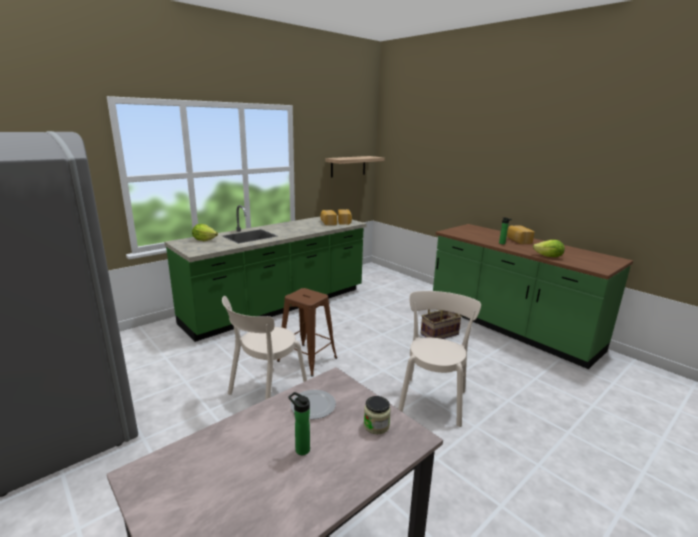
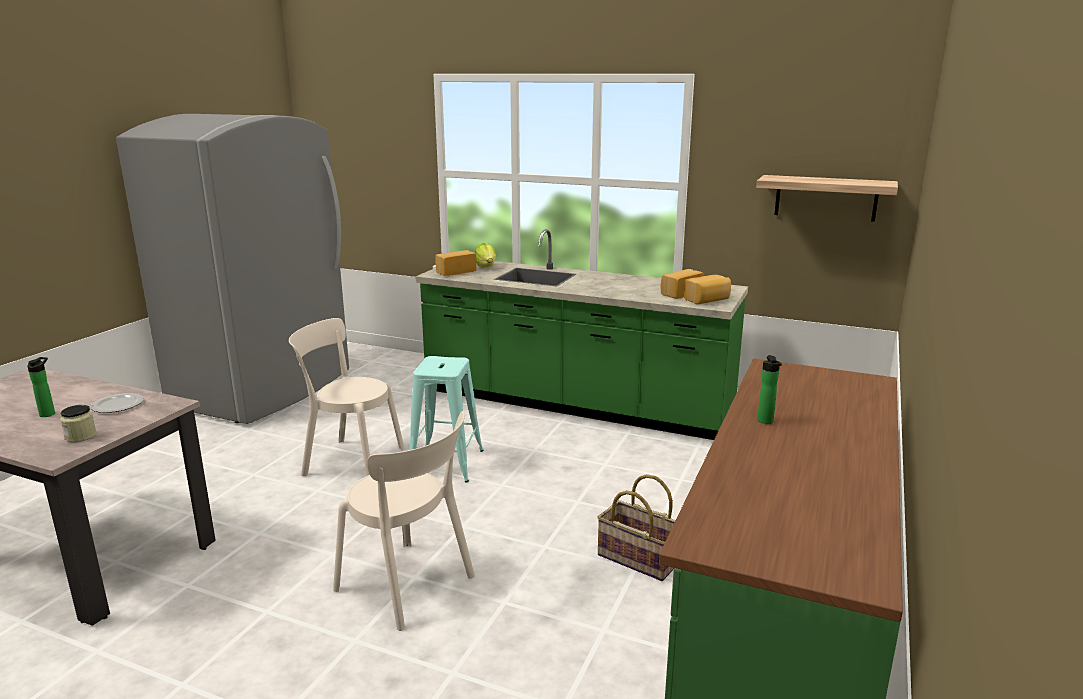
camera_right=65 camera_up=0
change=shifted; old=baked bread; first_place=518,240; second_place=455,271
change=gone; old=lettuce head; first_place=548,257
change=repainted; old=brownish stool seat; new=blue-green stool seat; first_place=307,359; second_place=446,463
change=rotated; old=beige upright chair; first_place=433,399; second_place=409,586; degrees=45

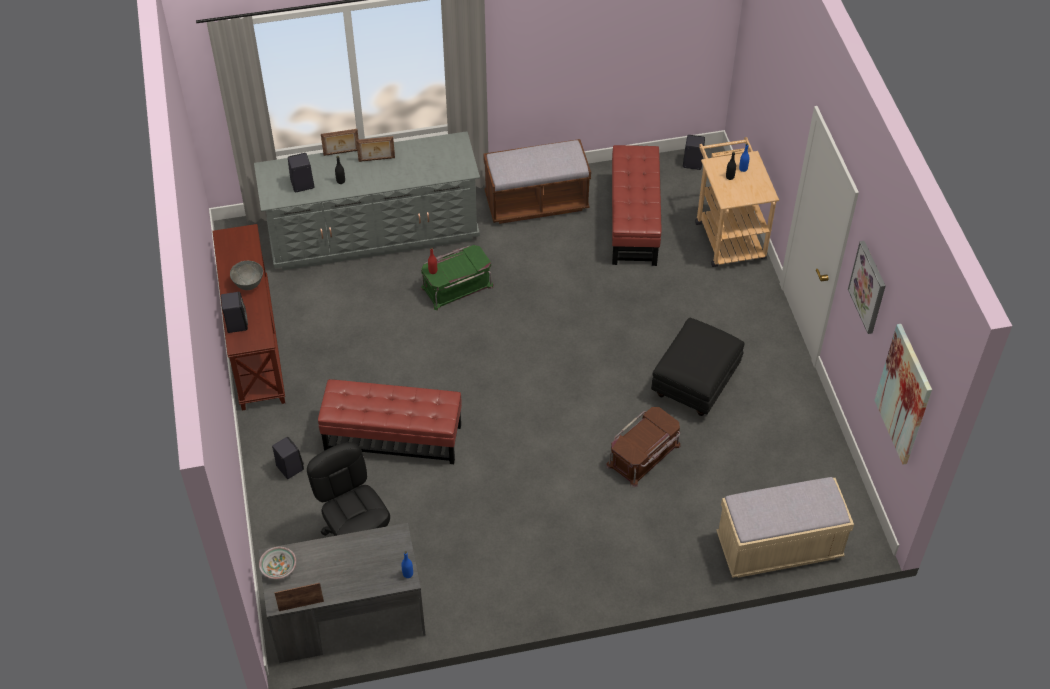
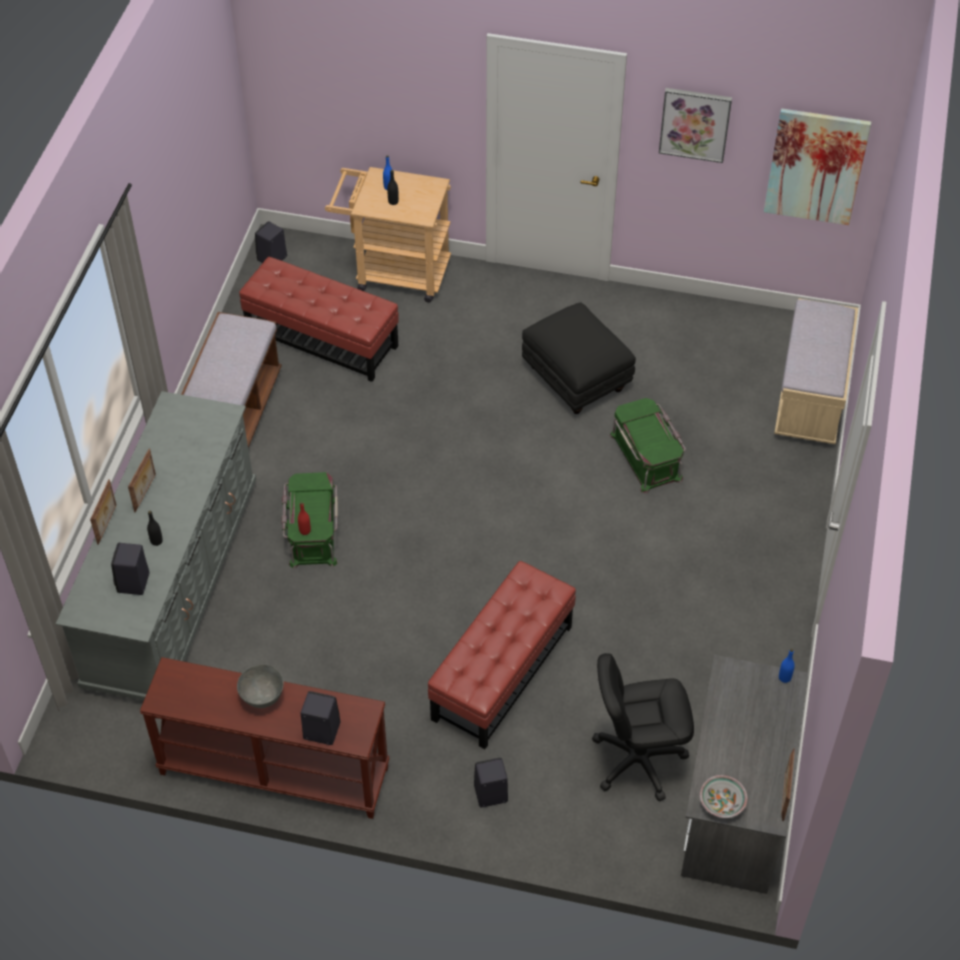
camera_right=-65 camera_up=0
change=repainted; old=brownish storage box; new=green-coloured storage box; first_place=644,456; second_place=647,456

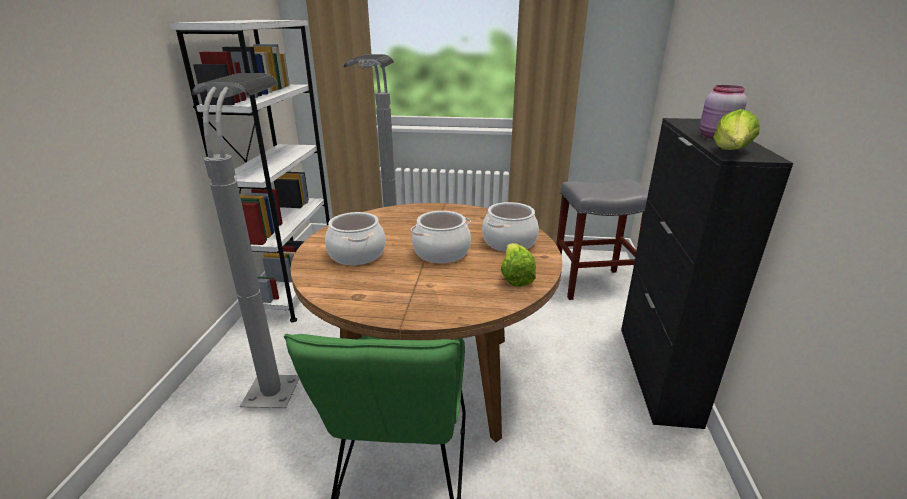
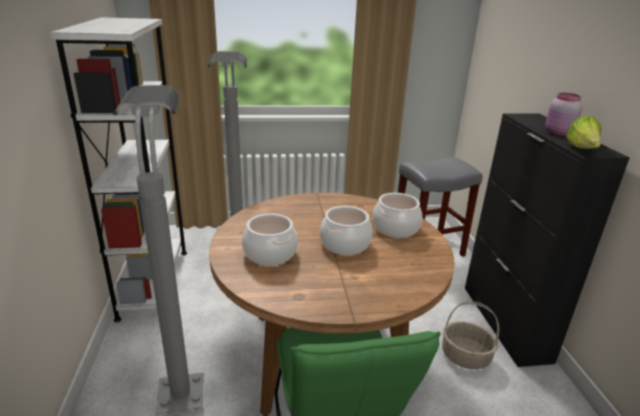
camera_right=-15 camera_up=0
change=gone; old=lettuce head; first_place=515,277
change=new; new=basket; second_place=466,356

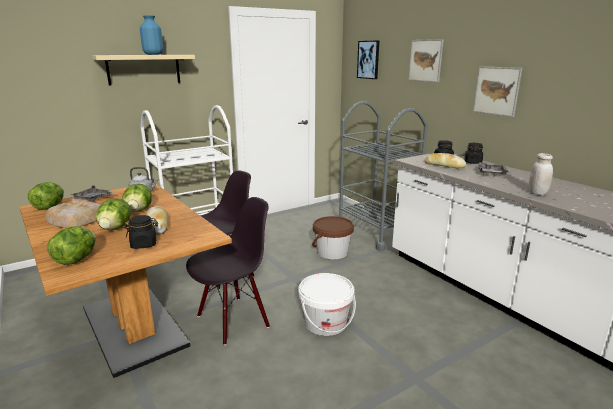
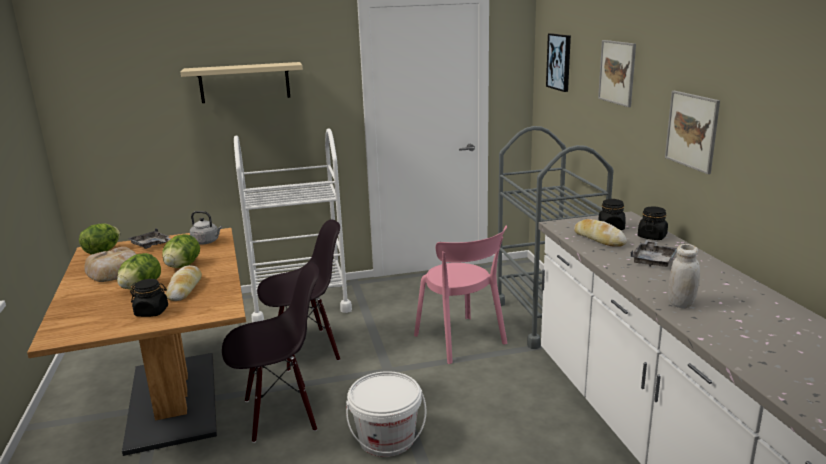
camera_right=20 camera_up=0
change=gone; old=bluish flower vase; first_place=153,54
change=swapped; old=brownish pail; new=pink upright chair; first_place=332,252; second_place=462,341
change=gone; old=lettuce head; first_place=76,259

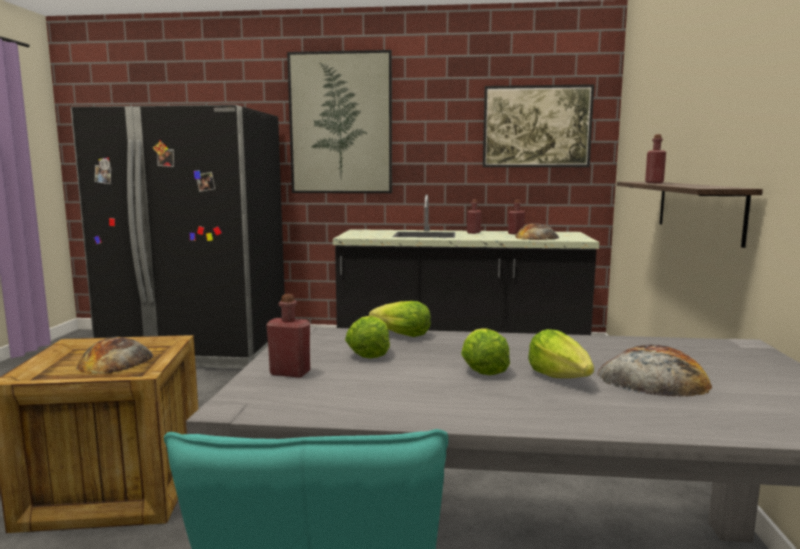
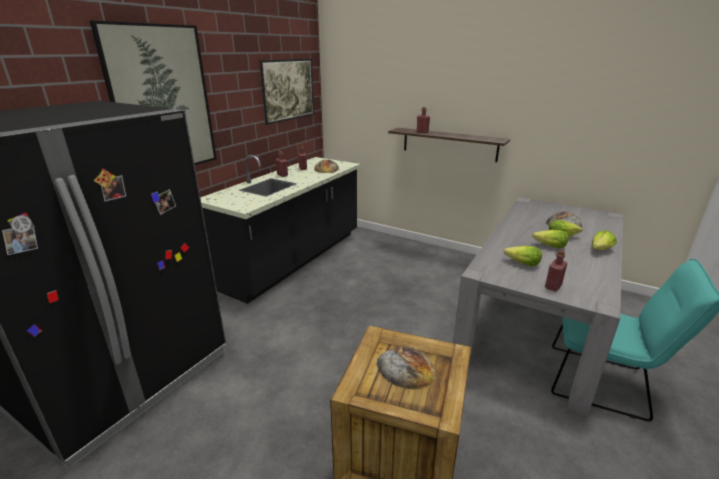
camera_right=-65 camera_up=15
change=shifted; old=lettuce head; first_place=401,335; second_place=600,250

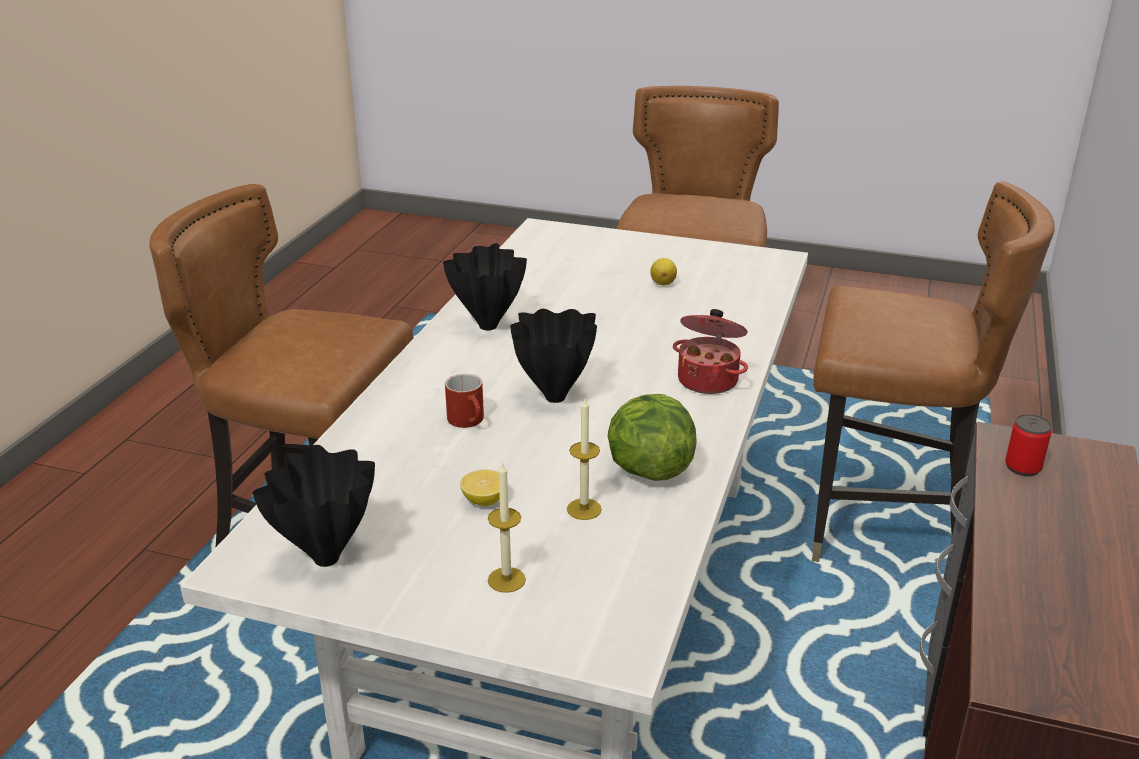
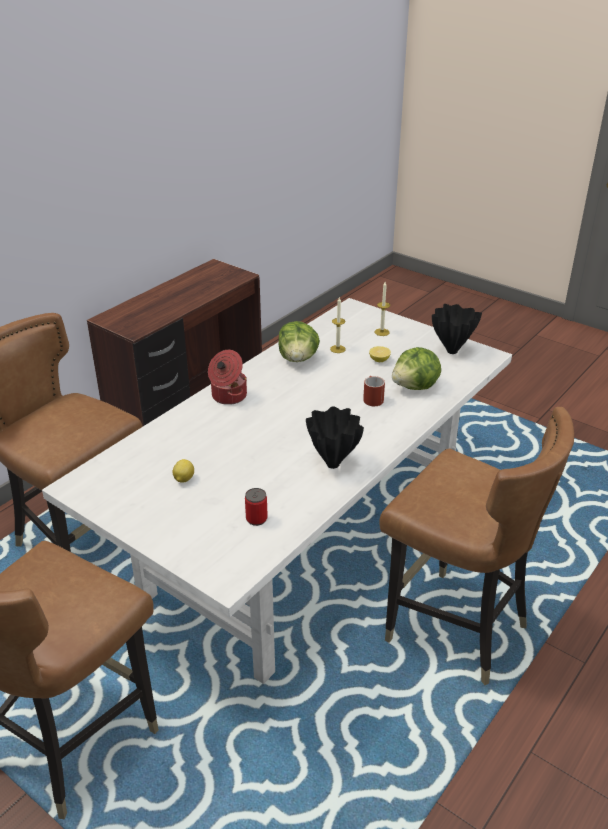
camera_right=-160 camera_up=5
change=gone; old=black flower vase; first_place=553,398
change=shifted; old=sealed can; first_place=1022,467; second_place=256,519
change=new; new=lettuce head; second_place=415,387

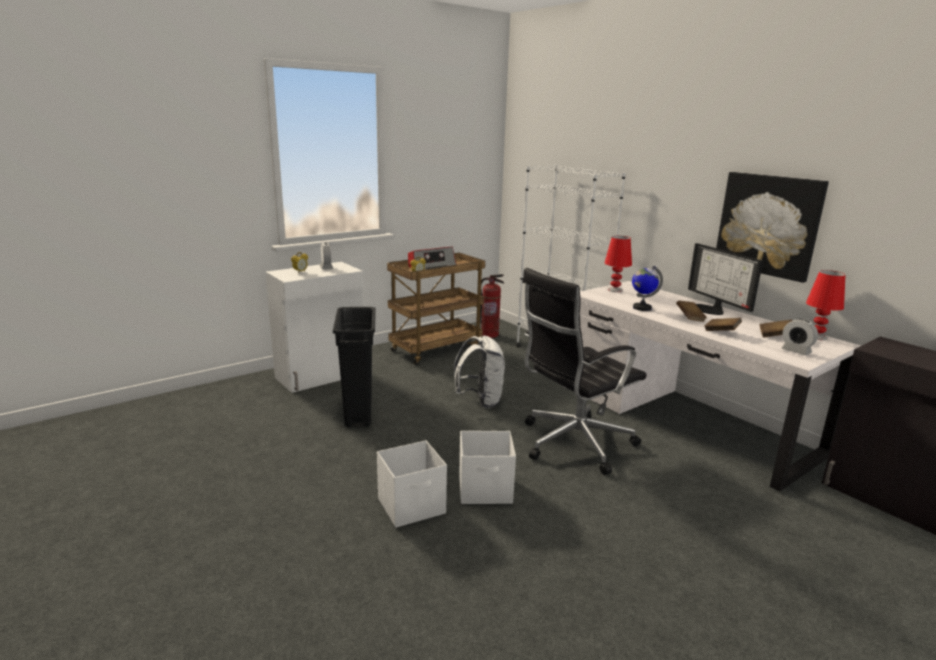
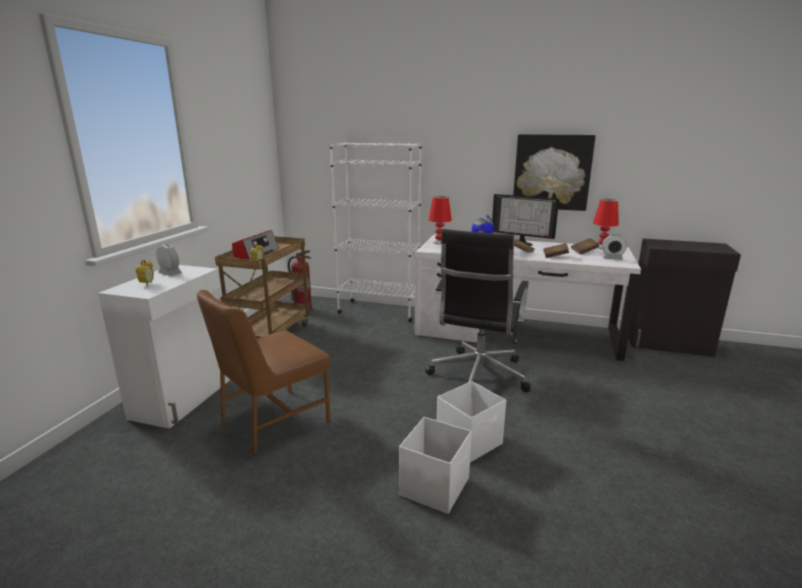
camera_right=-35 camera_up=0
change=swapped; old=black rubbish bin; new=brownish upright chair; first_place=358,413; second_place=273,421
change=gone; old=white backpack; first_place=480,401

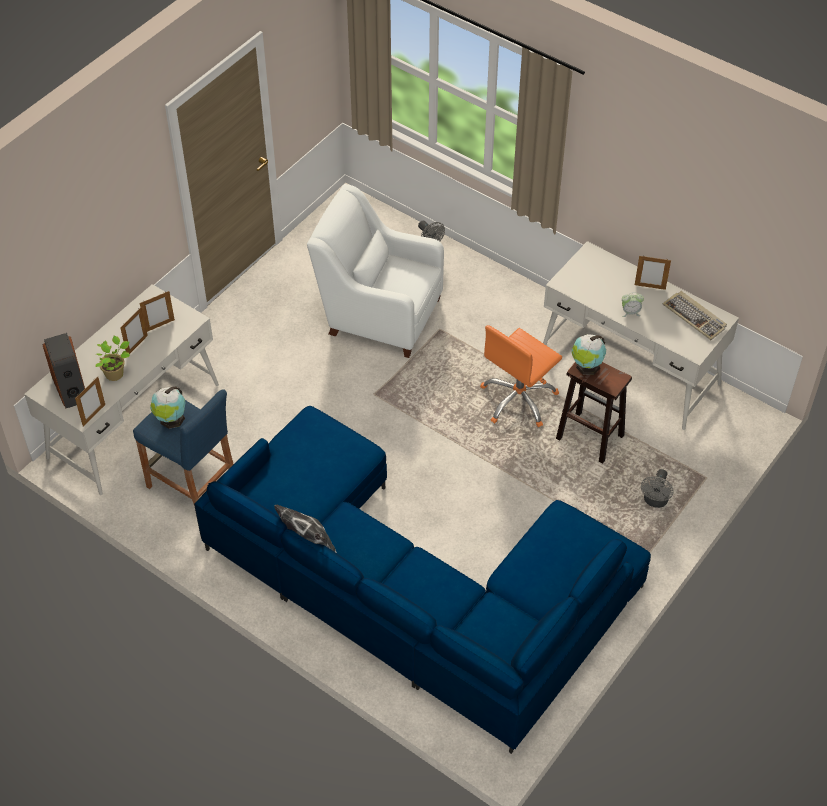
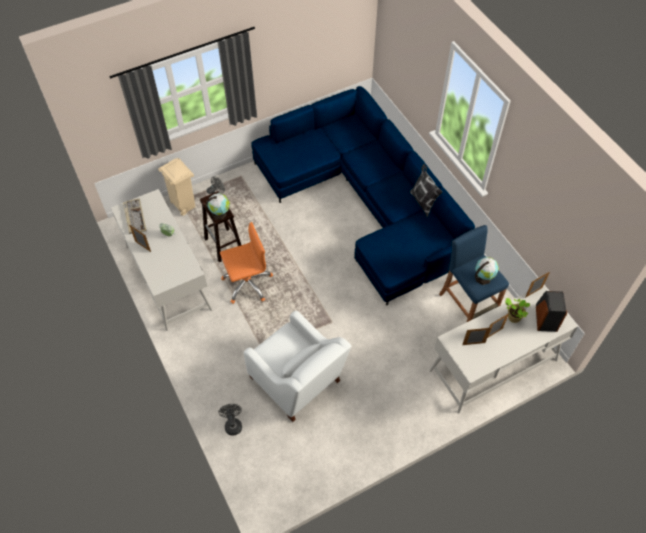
camera_right=-155 camera_up=5
change=new; new=beige rubbish bin; second_place=183,205

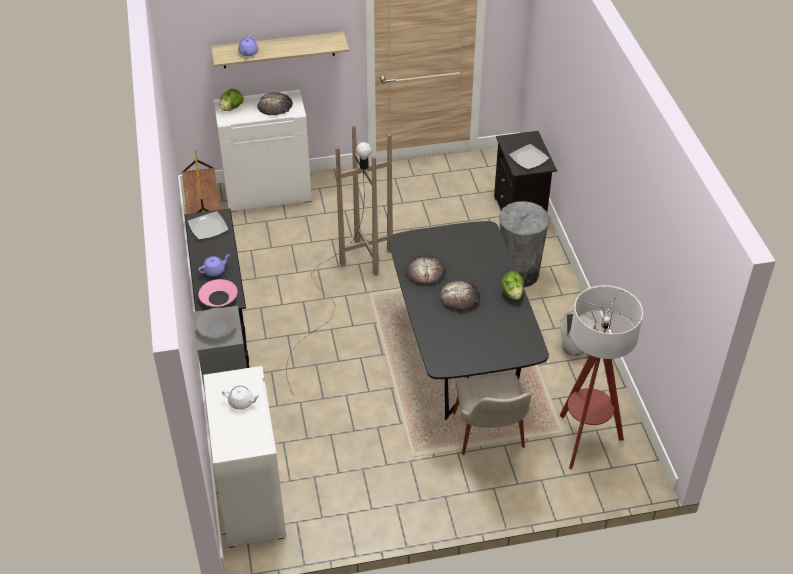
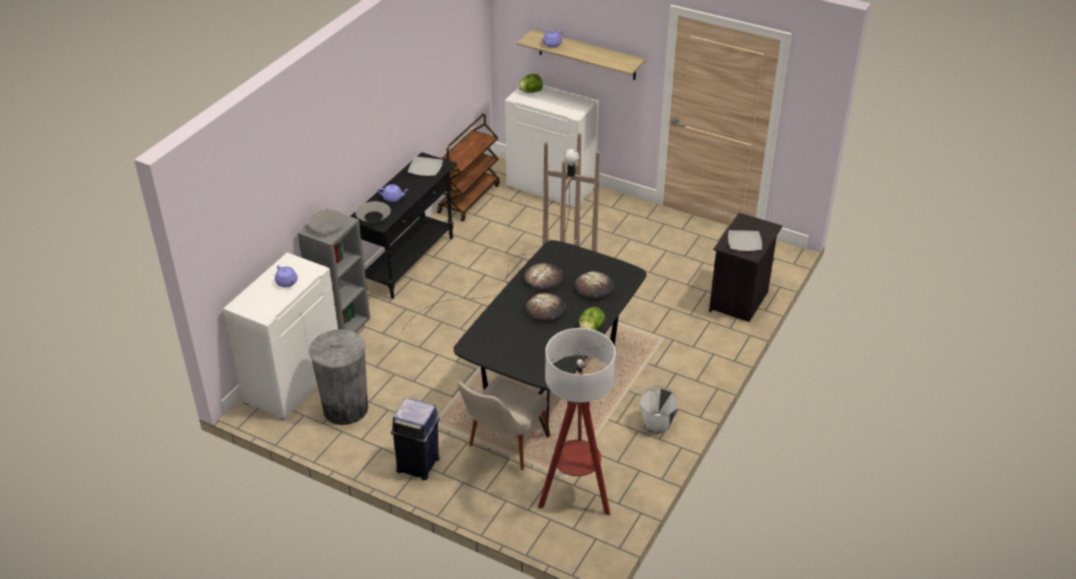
camera_right=40 camera_up=-5
change=shifted; old=baked bread; first_place=275,106; second_place=594,288
change=shifted; old=greyish rubbish bin; first_place=518,273; second_place=345,408
change=repainted; old=pink bowl; new=greyish bowl; first_place=218,298; second_place=373,216
change=repainted; old=white tea pot; new=purplish tea pot; first_place=242,402; second_place=287,283
change=new; new=bluish rubbish bin; second_place=418,465

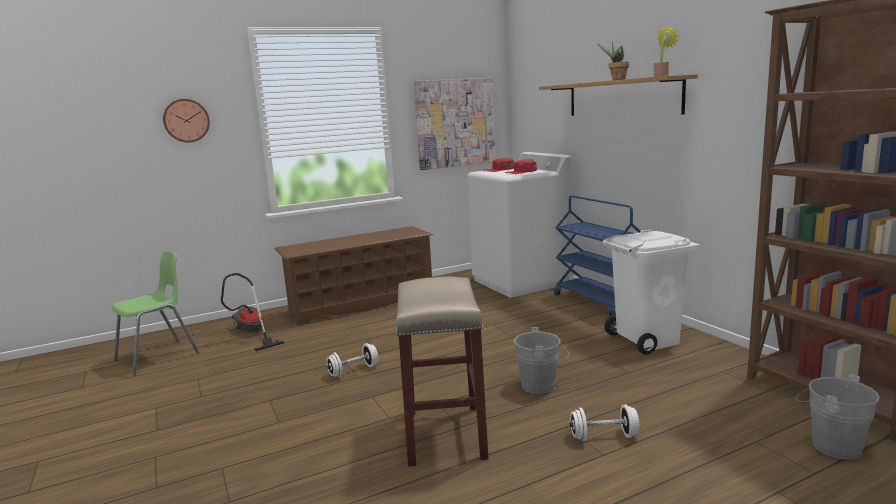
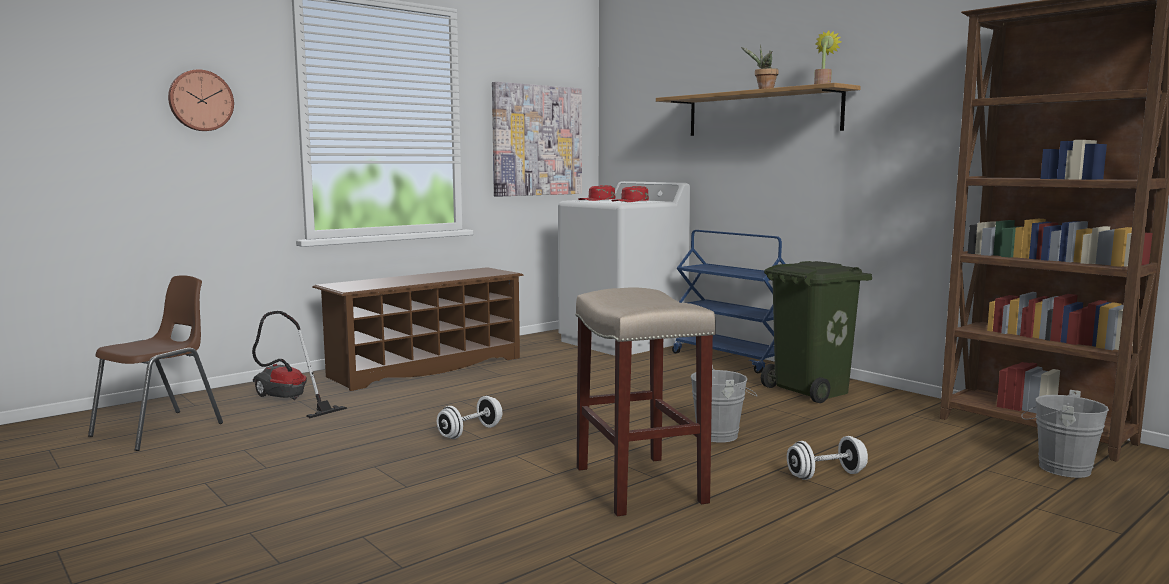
camera_right=-15 camera_up=-5
change=repainted; old=white rubbish bin; new=green-coloured rubbish bin; first_place=648,340; second_place=812,391
change=repainted; old=green-coloured upright chair; new=brownish upright chair; first_place=158,357; second_place=160,430

